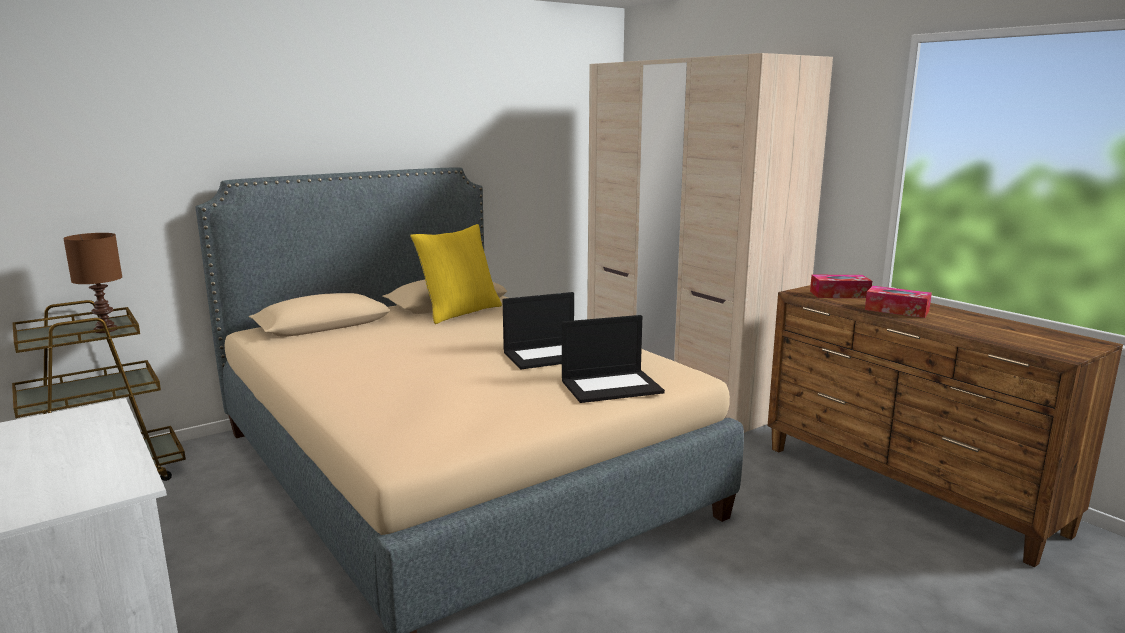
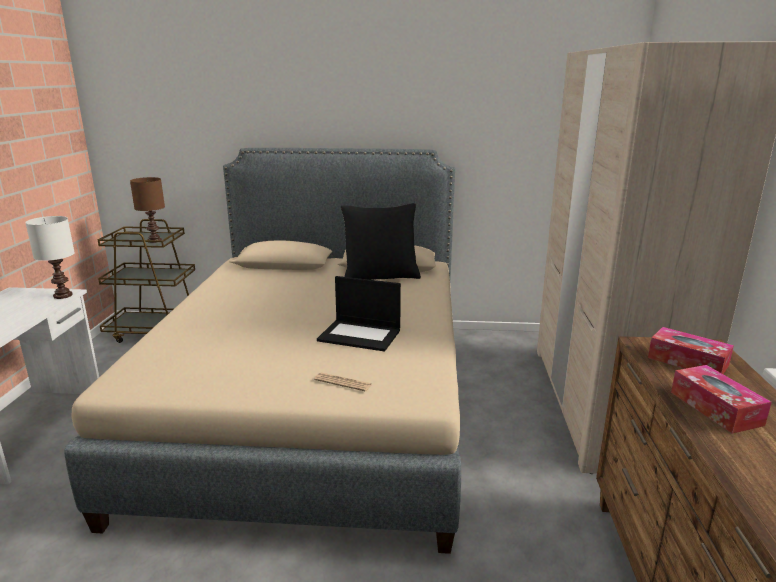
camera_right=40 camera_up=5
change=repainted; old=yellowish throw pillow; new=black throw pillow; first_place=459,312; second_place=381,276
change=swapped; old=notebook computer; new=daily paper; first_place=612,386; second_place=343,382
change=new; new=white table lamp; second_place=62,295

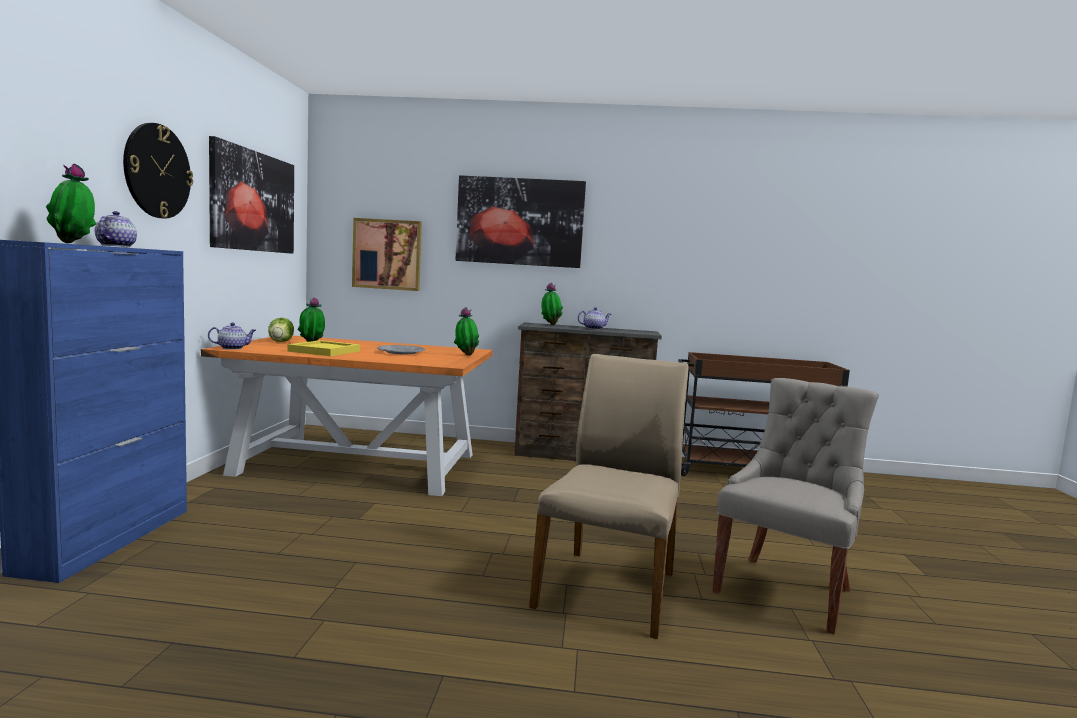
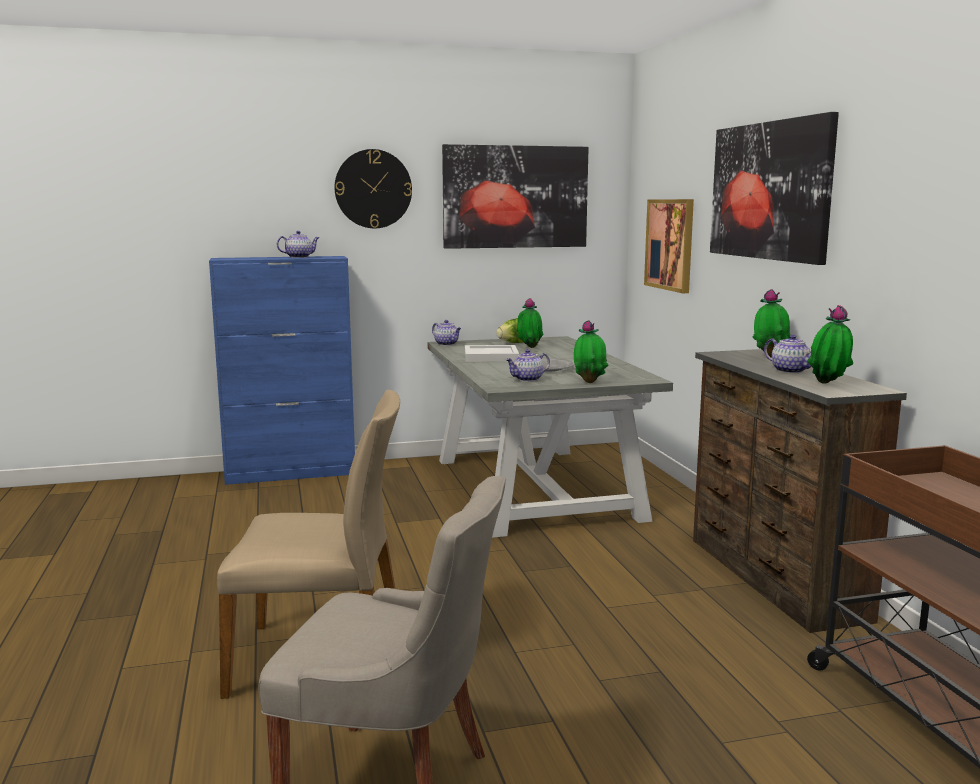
camera_right=70 camera_up=5
change=shifted; old=houseplant; first_place=73,243; second_place=828,384
change=repainted; old=orange-coloured dinner table; new=greyish dinner table; first_place=360,464; second_place=535,488
change=repainted; old=yellowish serving tray; new=white serving tray; first_place=324,351; second_place=491,356
change=new; new=tea pot; second_place=528,379

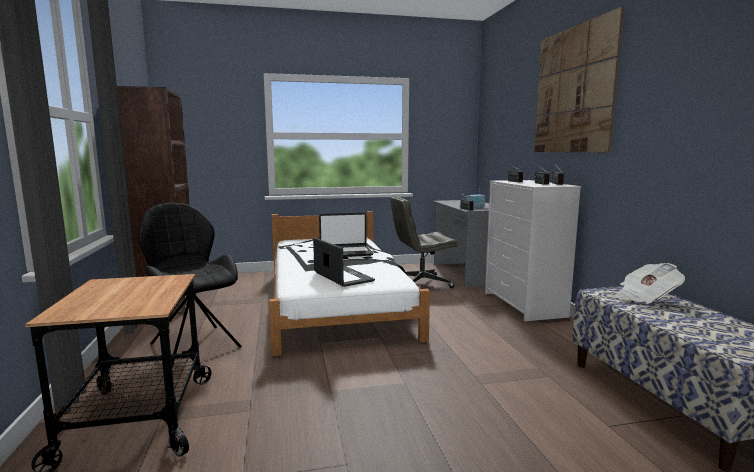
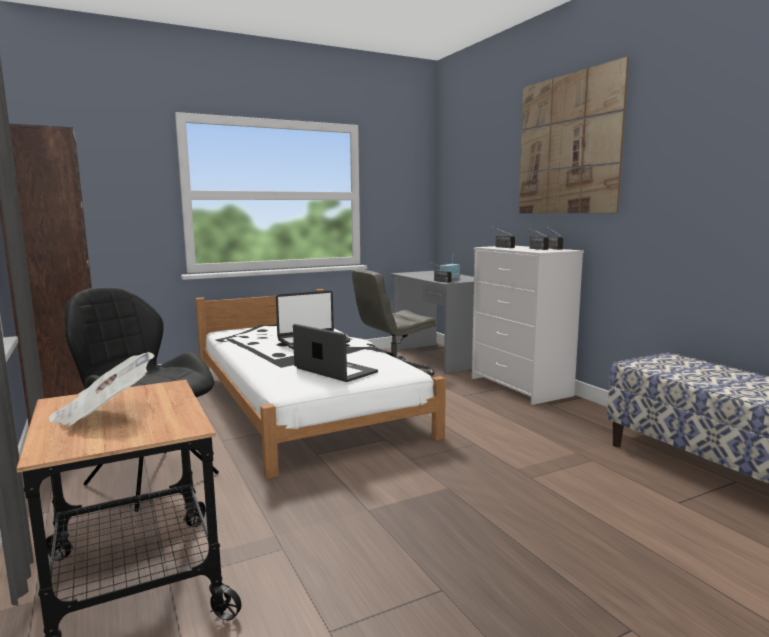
camera_right=-15 camera_up=0
change=shifted; old=daily paper; first_place=645,298; second_place=104,414

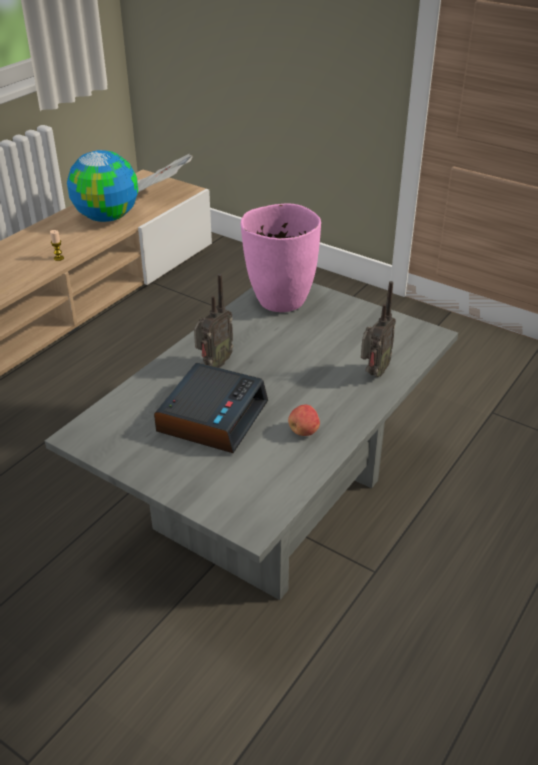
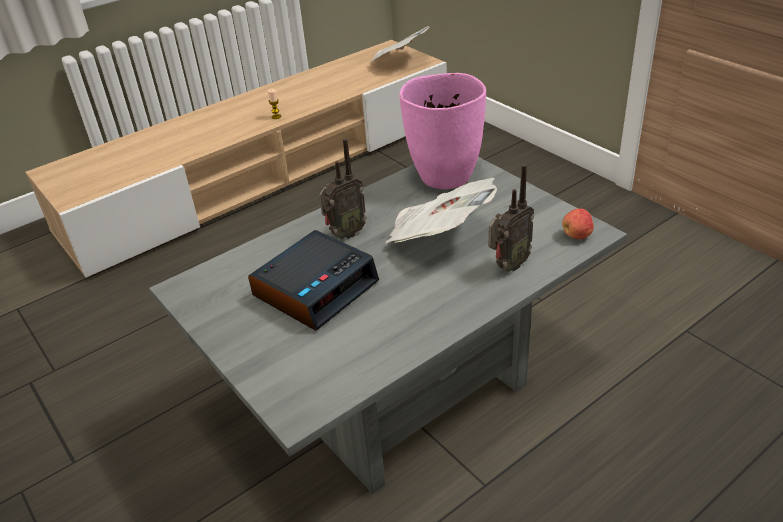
camera_right=20 camera_up=0
change=gone; old=desk globe; first_place=106,217
change=shifted; old=apple fruit; first_place=304,431; second_place=577,235
change=new; new=daily paper; second_place=439,235

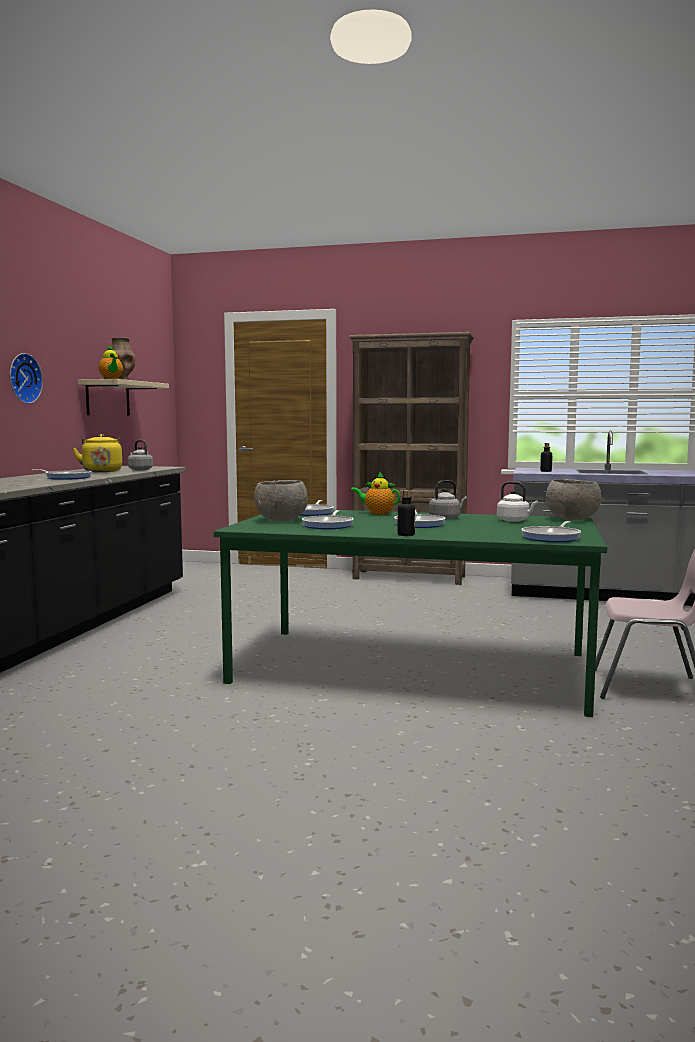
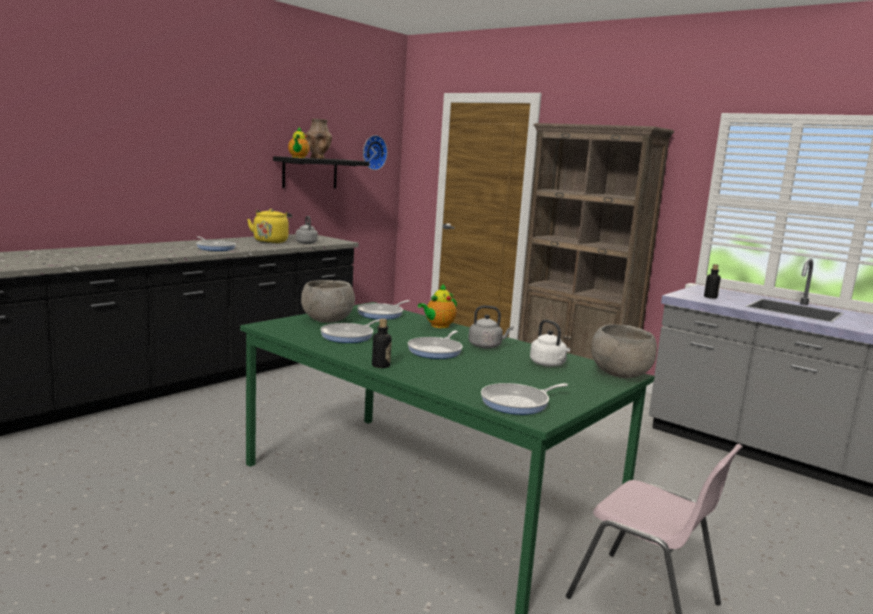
camera_right=25 camera_up=5
change=shifted; old=clock on the wall; first_place=22,378; second_place=373,152
change=repainted; old=beige shelf; new=black shelf; first_place=108,398; second_place=310,173
change=rotated; old=tea pot; first_place=377,513; second_place=438,326; degrees=-90

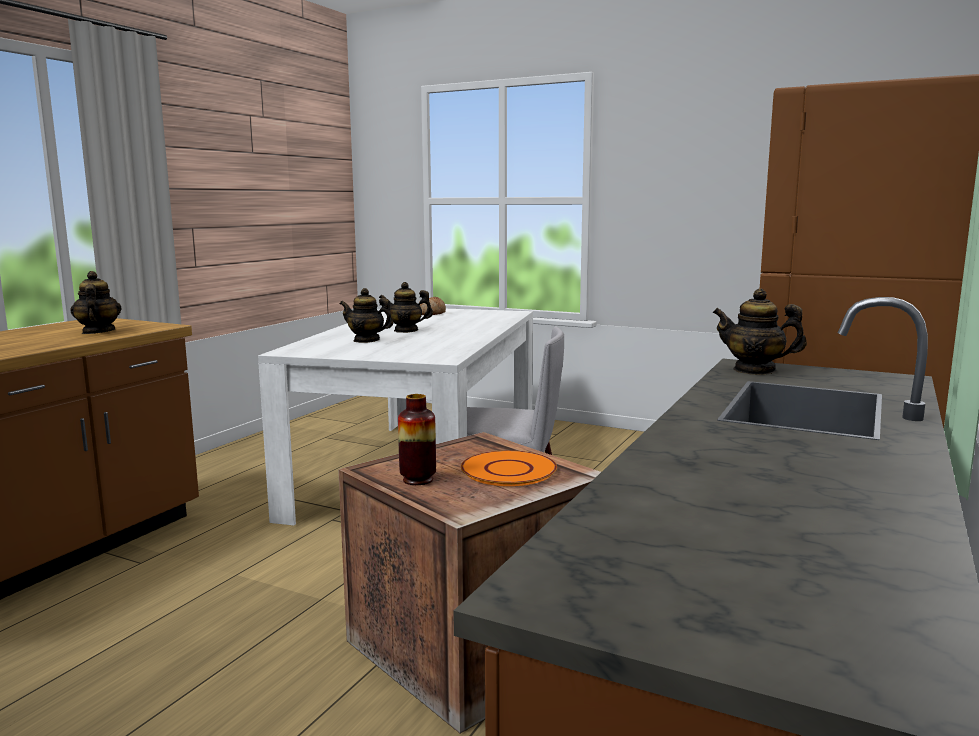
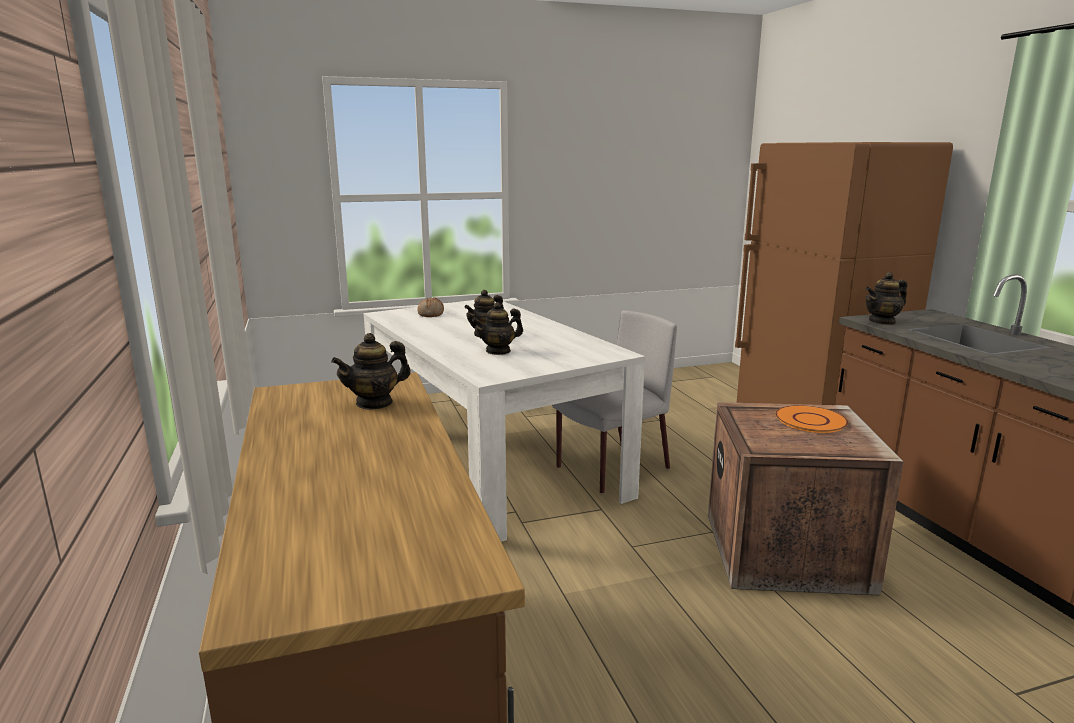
camera_right=-45 camera_up=5
change=rotated; old=tea pot; first_place=98,332; second_place=374,403; degrees=-60
change=gone; old=flower vase; first_place=418,480

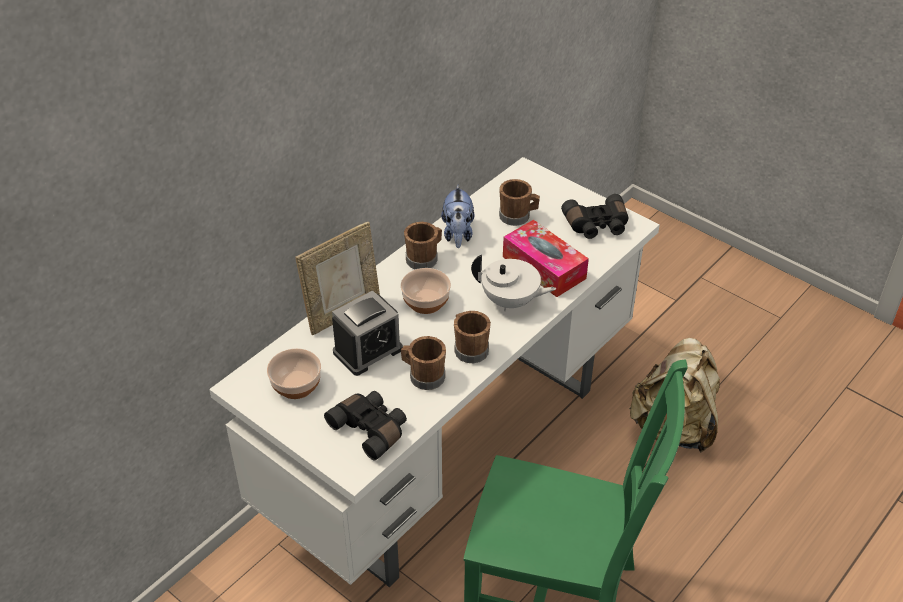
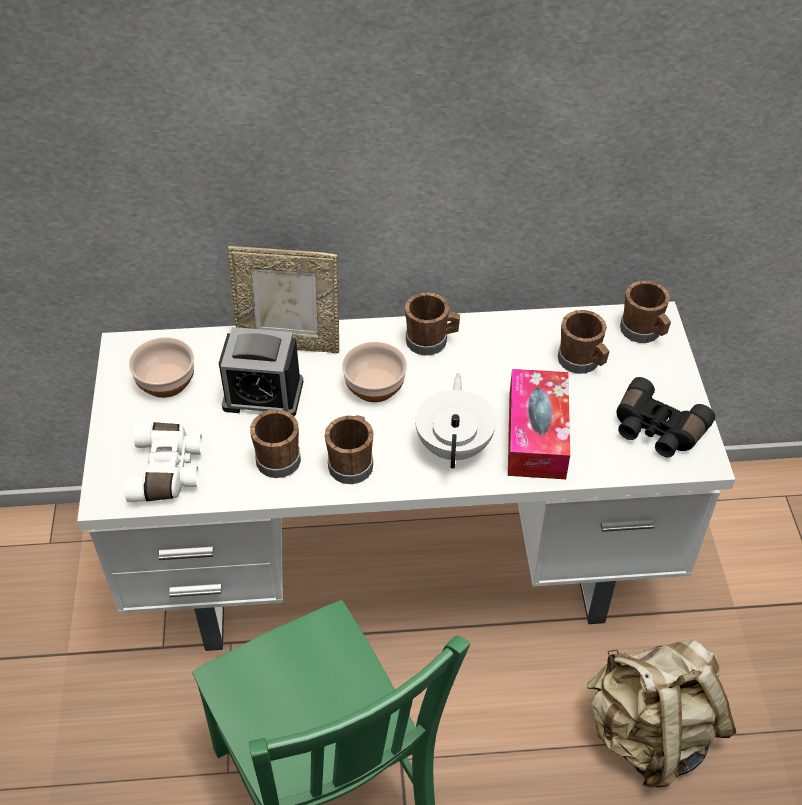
camera_right=45 camera_up=5
change=gone; old=plush toy; first_place=458,234
change=rotated; old=white tea pot; first_place=510,301; second_place=455,445; degrees=-150
change=repainted; old=black binoculars; new=white binoculars; first_place=371,429; second_place=168,471
change=new; new=brownish tea mug; second_place=643,332

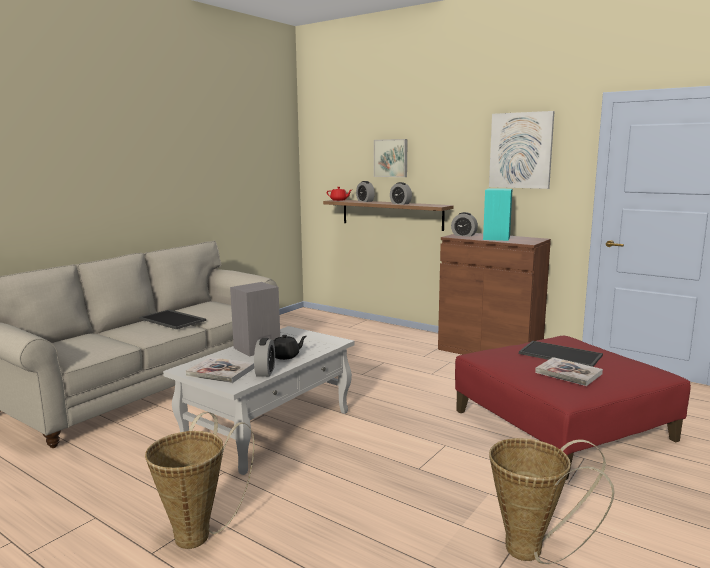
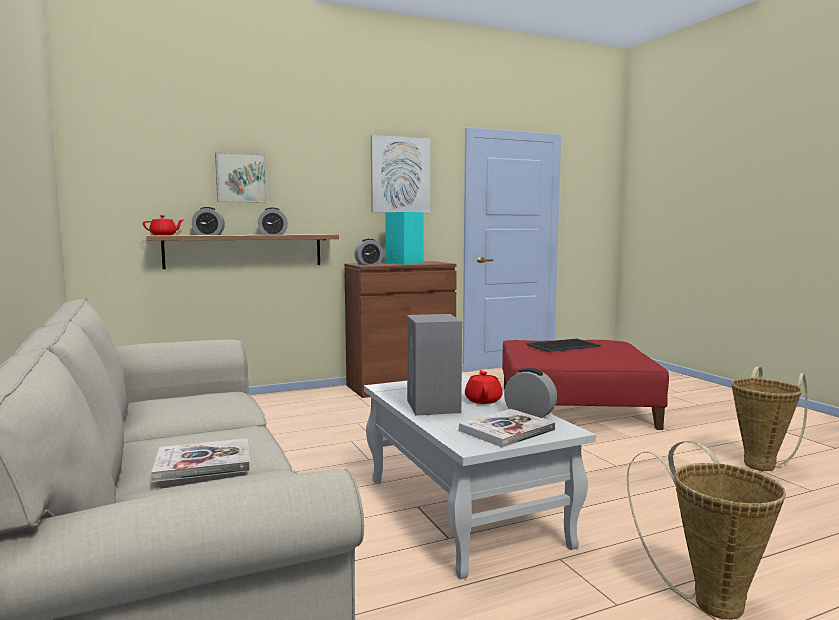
camera_right=-60 camera_up=-5
change=gone; old=serving tray; first_place=173,319
change=repainted; old=black tea pot; new=red tea pot; first_place=286,356; second_place=483,400
change=shifted; old=volume; first_place=568,373; second_place=203,463

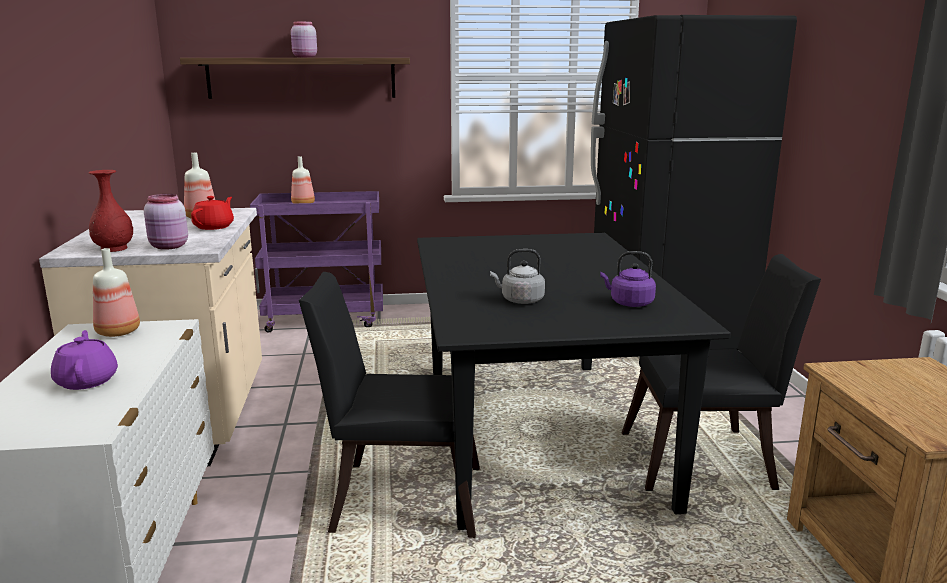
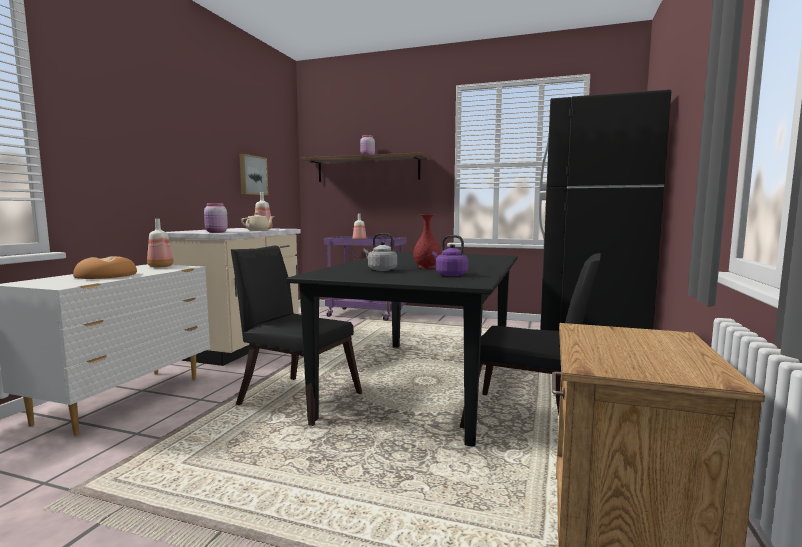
camera_right=25 camera_up=-10
change=shifted; old=red flower vase; first_place=114,249; second_place=427,267
change=repainted; old=red tea pot; new=beige tea pot; first_place=214,227; second_place=258,230
change=swapped; old=purplish tea pot; new=baked bread; first_place=87,380; second_place=106,275
change=new; new=picture; second_place=252,175

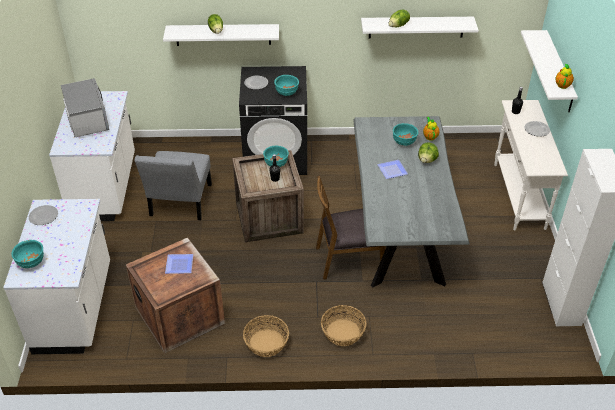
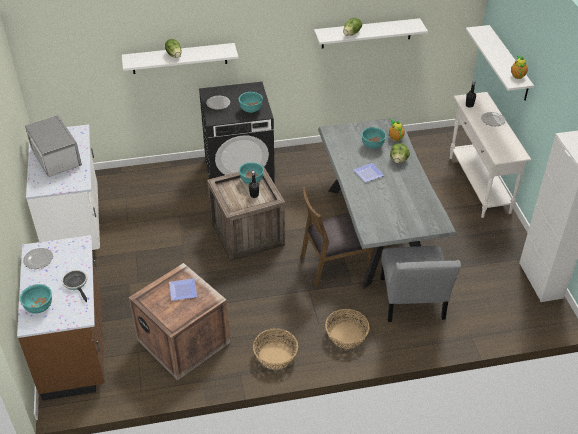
camera_right=-10 camera_up=0
change=shifted; old=greyish upright chair; first_place=180,203; second_place=412,302
change=repainted; old=white kitchen base unit; new=brownish kitchen base unit; first_place=75,308; second_place=75,349
change=new; new=frying pan; second_place=76,284

